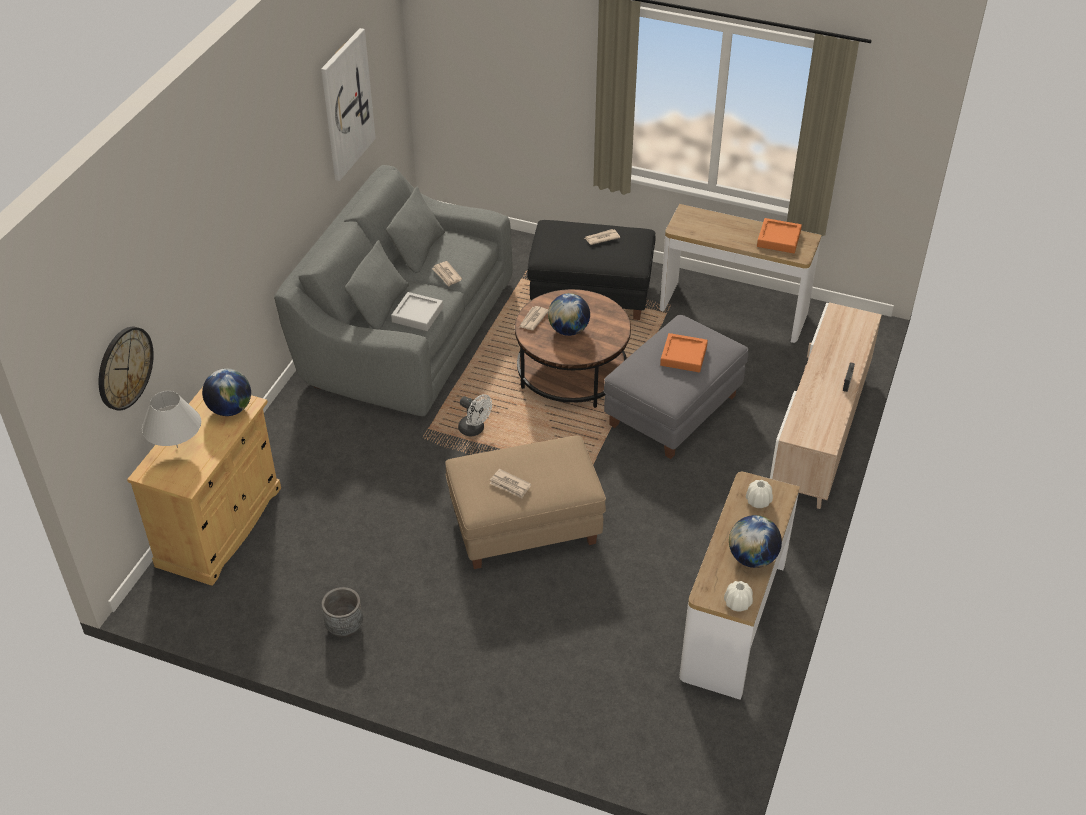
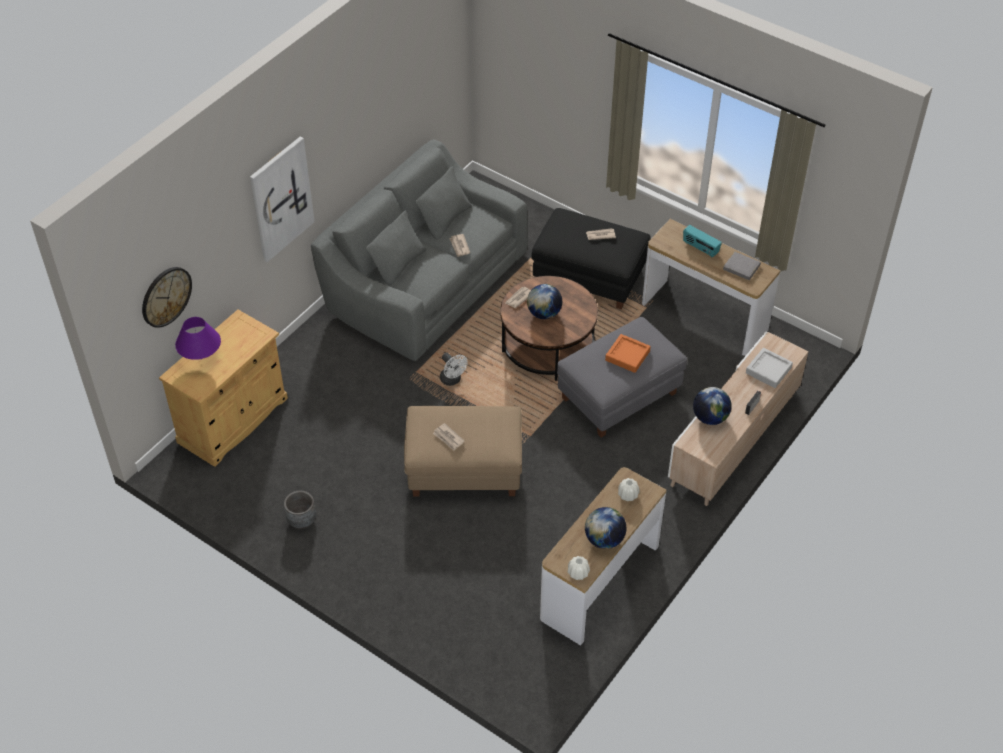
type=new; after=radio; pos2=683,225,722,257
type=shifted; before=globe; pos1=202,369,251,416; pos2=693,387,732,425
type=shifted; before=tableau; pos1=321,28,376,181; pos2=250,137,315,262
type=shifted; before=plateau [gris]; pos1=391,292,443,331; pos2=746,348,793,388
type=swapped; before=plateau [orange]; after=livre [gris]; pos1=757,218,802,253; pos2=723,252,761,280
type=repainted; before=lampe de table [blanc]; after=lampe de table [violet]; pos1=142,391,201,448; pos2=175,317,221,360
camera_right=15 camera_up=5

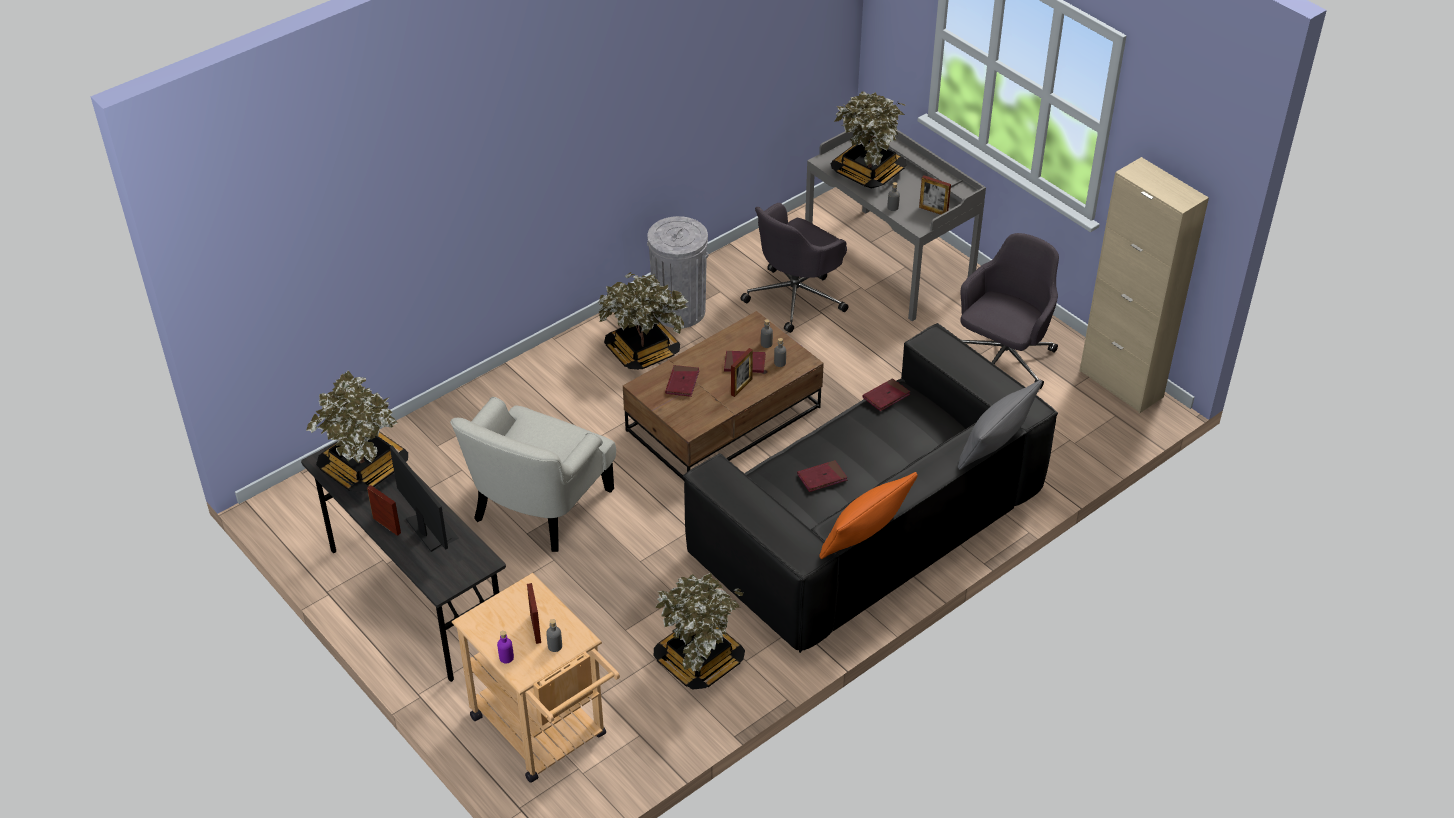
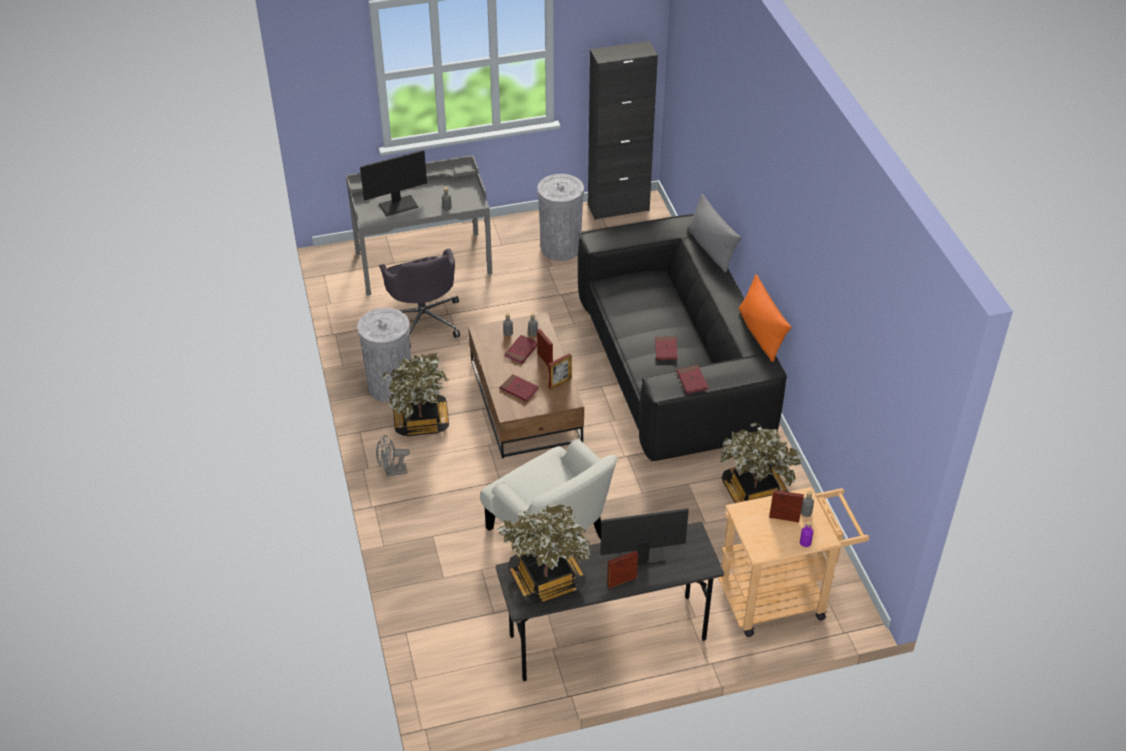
type=new; after=ventilateur [gris]; pos2=376,435,410,477
type=shifted; before=livre [rouge]; pos1=863,378,910,411; pos2=677,365,708,394
type=shifted; before=cadre photo; pos1=919,175,951,215; pos2=548,353,572,390
type=swapped; before=plante en pot; after=écran d'ordinateur; pos1=831,92,907,188; pos2=360,150,427,217
type=swapped; before=chaise de bureau [gris]; after=poubelle [gris]; pos1=961,233,1059,389; pos2=537,174,584,261
type=repainted; before=meuble de rangement [beige]; after=meuble de rangement [noir]; pos1=1080,157,1209,413; pos2=588,41,658,220
camera_right=-65 camera_up=0

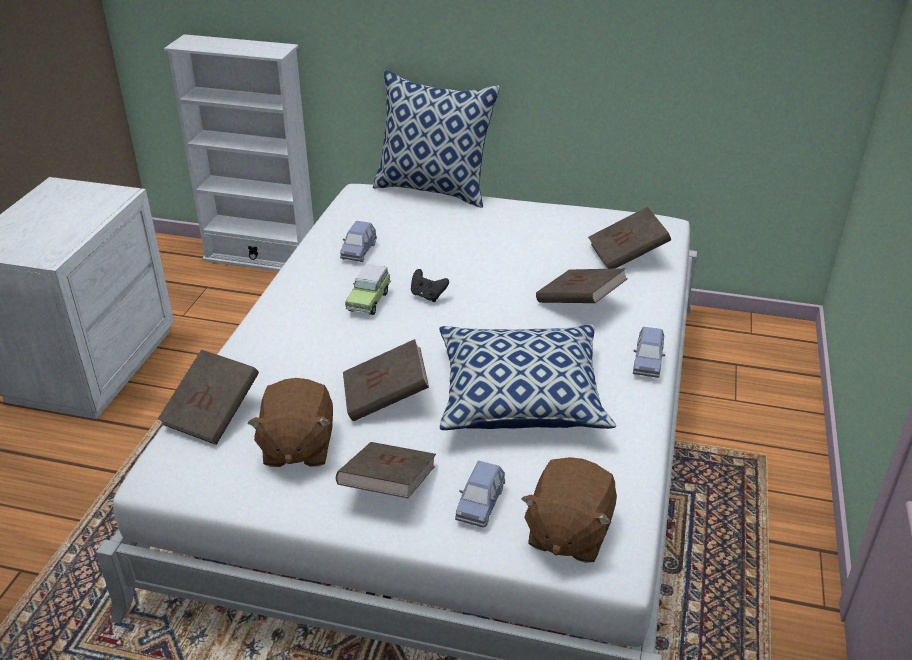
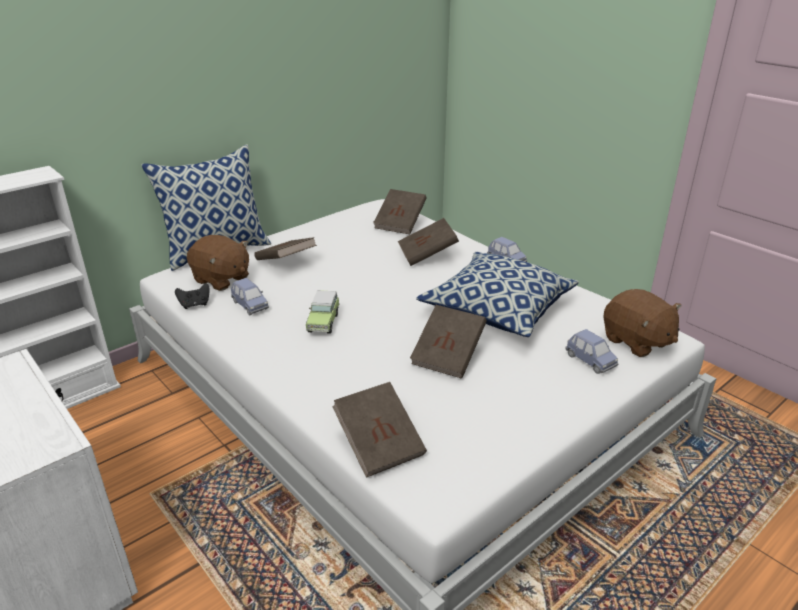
type=shifted; before=peluche [marron]; pos1=247,378,333,467; pos2=187,235,249,291
type=shifted; before=livre [marron]; pos1=336,442,436,498; pos2=255,237,317,260
type=shifted; before=manette [noir]; pos1=411,269,449,302; pos2=175,283,210,309
type=rotated; before=petite voiture; pos1=345,264,391,315; pos2=306,291,340,334; turn=45
camera_right=-55 camera_up=-5

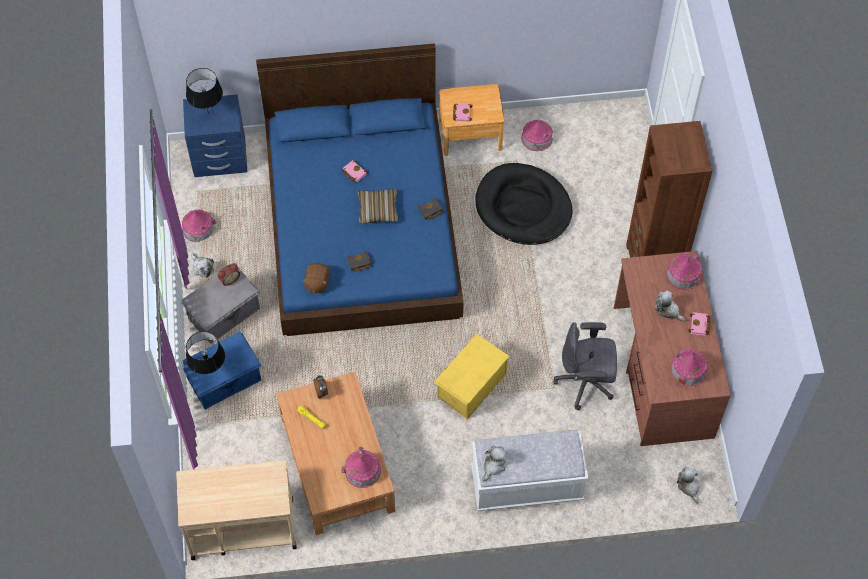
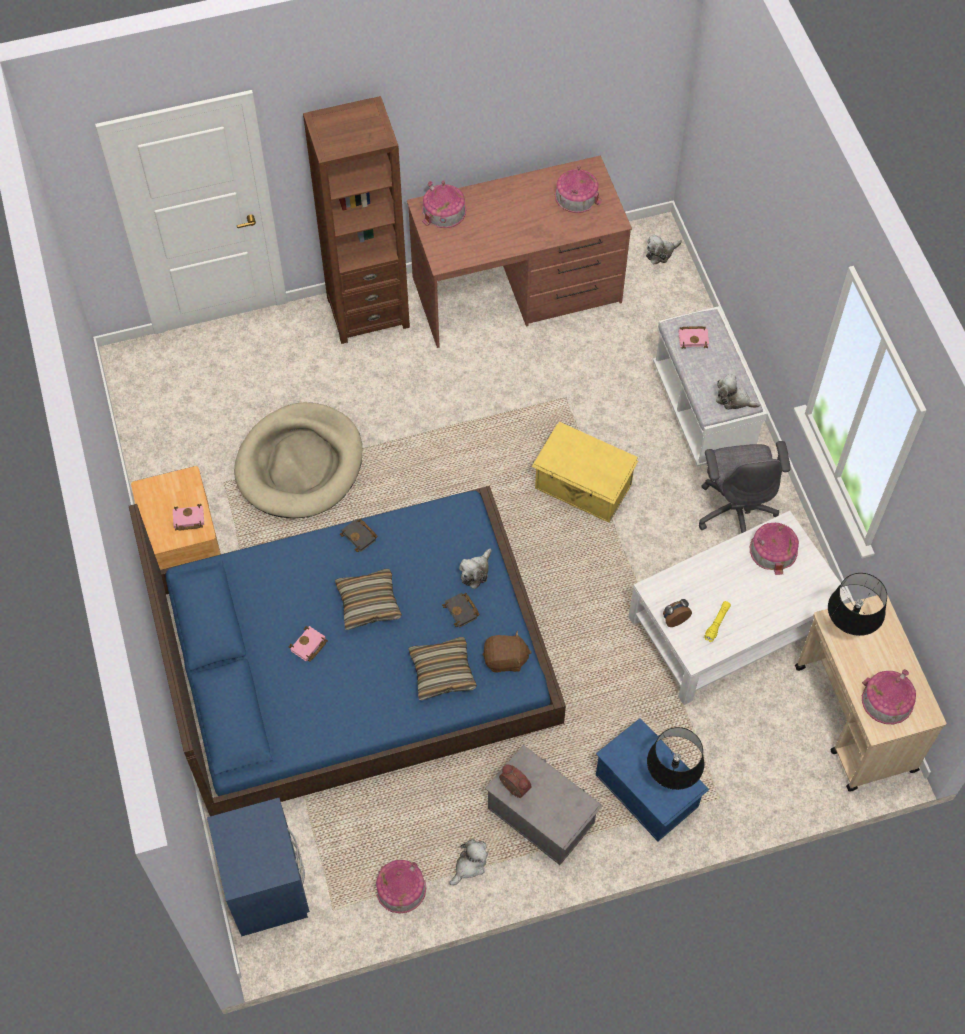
type=new; after=coussin; pos2=408,637,477,701
type=shifted; before=lampe de table [noir]; pos1=186,68,223,110; pos2=828,573,887,636
type=shifted; before=maison miniature; pos1=521,119,553,151; pos2=862,669,916,724
type=shifted; before=chaise de bureau [gris]; pos1=553,322,617,410; pos2=699,441,791,533
type=shifted; before=peluche; pos1=655,290,685,322; pos2=459,549,492,589
type=shifted; before=livre [rose]; pos1=688,312,710,335; pos2=679,326,709,349
type=repainted; before=table basse [marron]; after=table basse [blanc]; pos1=277,372,395,535; pos2=628,511,851,705
type=repainted; before=panier pour chien [noir]; after=panier pour chien [beige]; pos1=475,163,572,245; pos2=234,402,362,518
camera_right=-100 camera_up=0

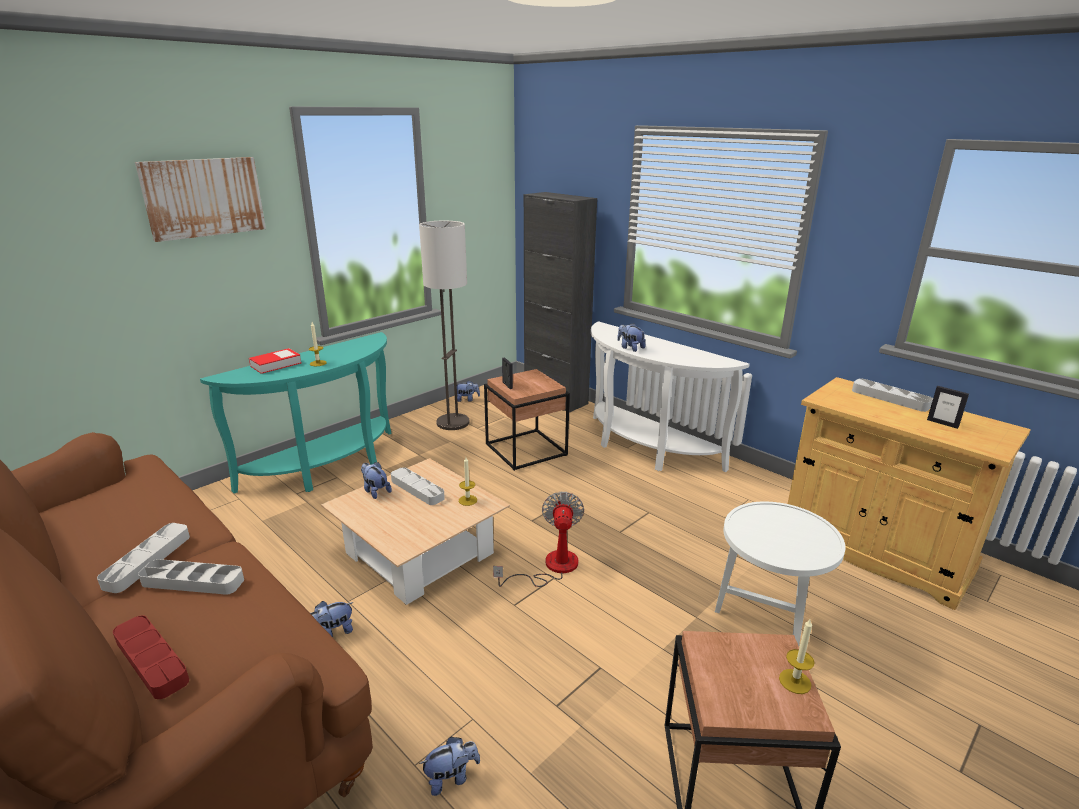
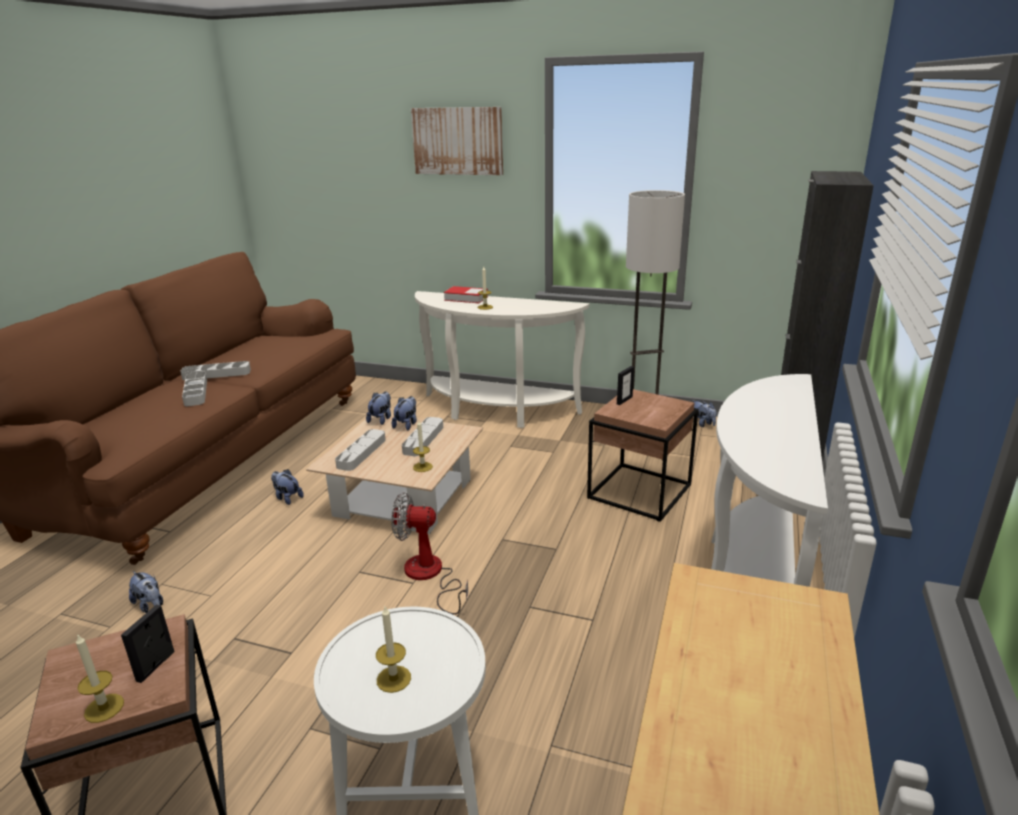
type=gone; before=plateau [rouge]; pos1=113,615,189,699
type=new; after=bougie; pos2=376,607,411,693
type=shifted; before=peluche; pos1=617,323,646,352; pos2=366,392,391,425
type=shifted; before=plateau [gris]; pos1=852,378,933,412; pos2=335,429,386,471
type=shifted; before=cadre photo; pos1=927,386,969,429; pos2=121,605,174,683
type=repainted; before=table console [turquoise]; after=table console [blanc]; pos1=200,332,392,494; pos2=415,291,589,428
type=rotated; before=ventilateur; pos1=493,492,584,587; pos2=391,492,468,615; turn=-150
camera_right=65 camera_up=0

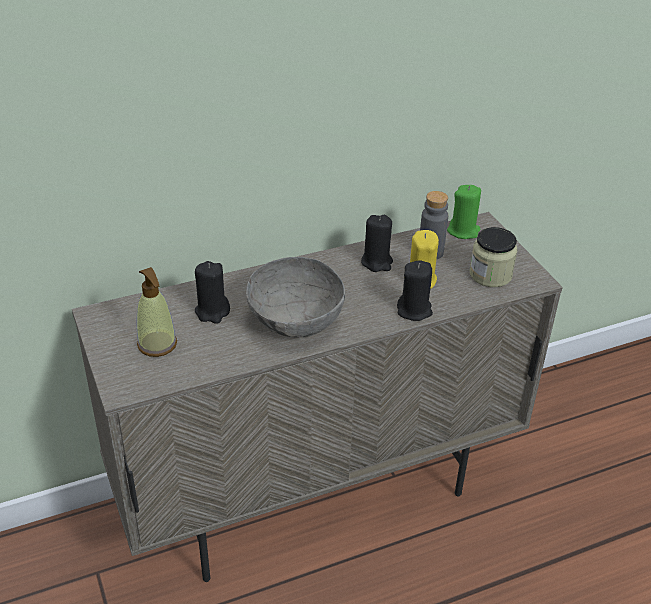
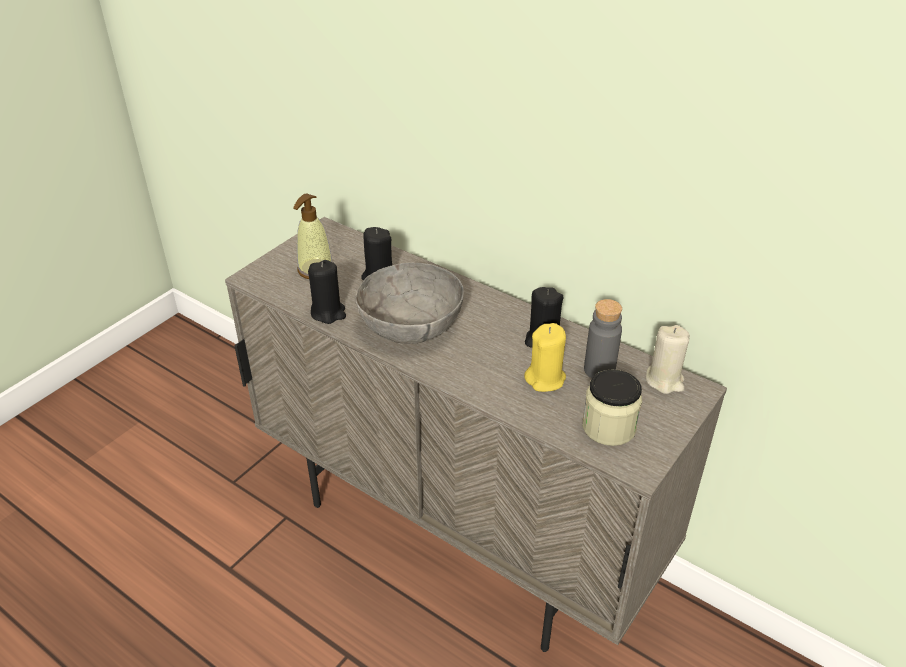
type=shifted; before=bougie [noir]; pos1=397,260,433,321; pos2=308,260,346,324
type=repainted; before=bougie [vert]; after=bougie [beige]; pos1=447,185,481,239; pos2=646,325,690,394
camera_right=60 camera_up=0

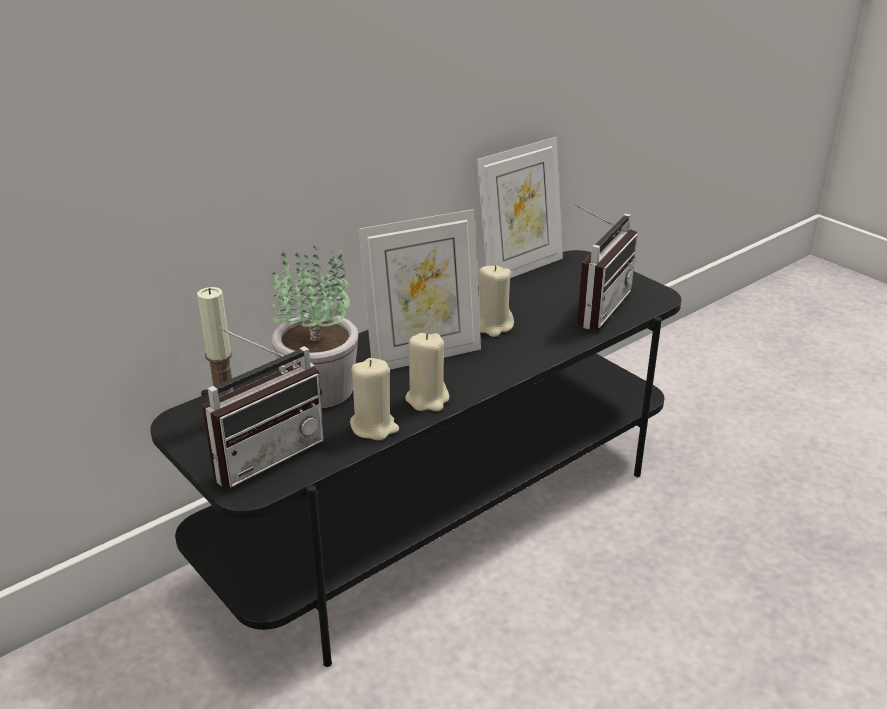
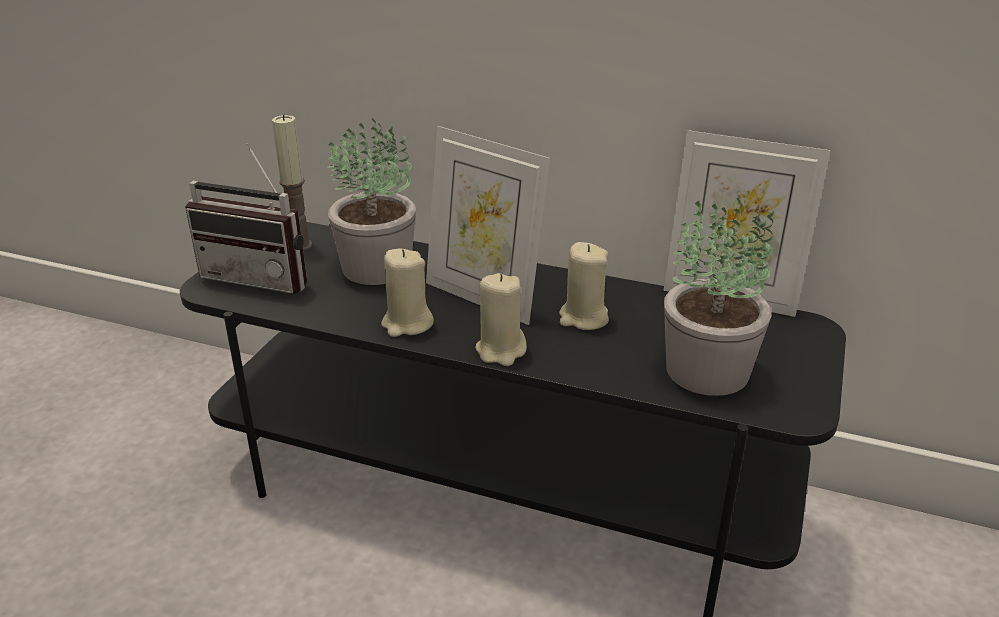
type=shifted; before=bougie [beige]; pos1=350,358,399,440; pos2=475,273,527,366
type=swapped; before=radio; after=plante en pot; pos1=574,203,638,330; pos2=664,197,775,396
camera_right=60 camera_up=0

